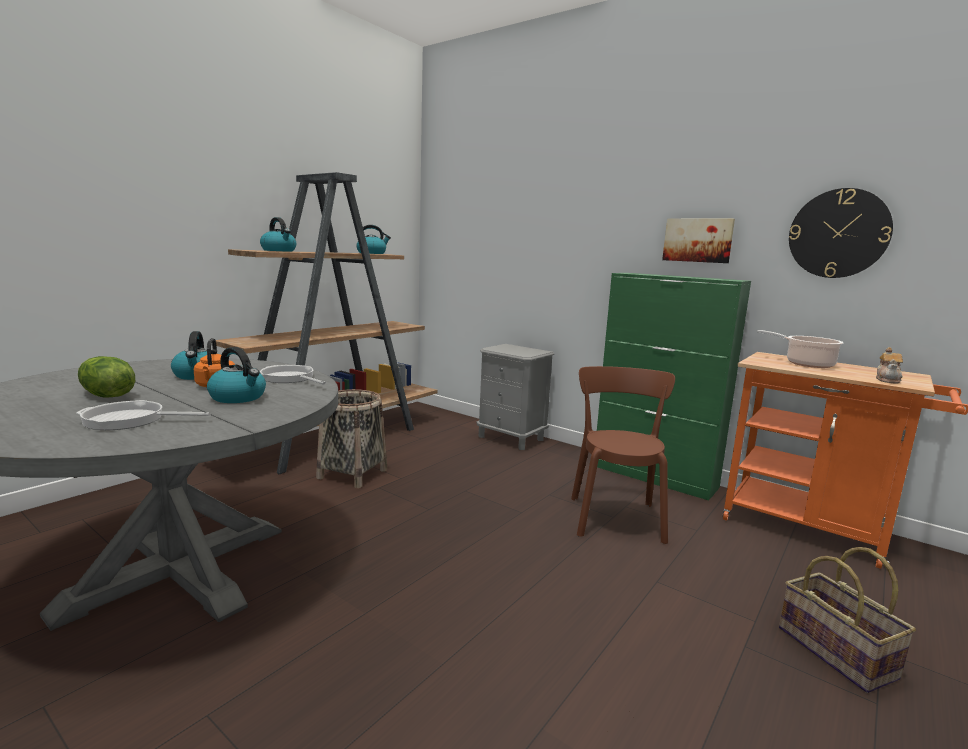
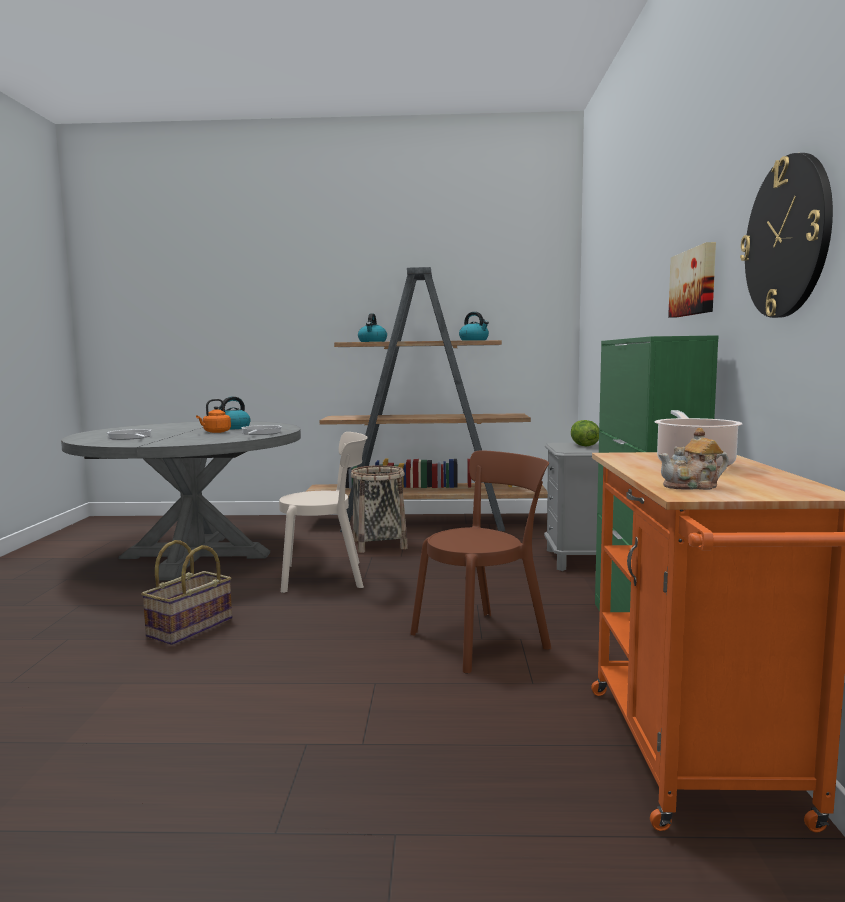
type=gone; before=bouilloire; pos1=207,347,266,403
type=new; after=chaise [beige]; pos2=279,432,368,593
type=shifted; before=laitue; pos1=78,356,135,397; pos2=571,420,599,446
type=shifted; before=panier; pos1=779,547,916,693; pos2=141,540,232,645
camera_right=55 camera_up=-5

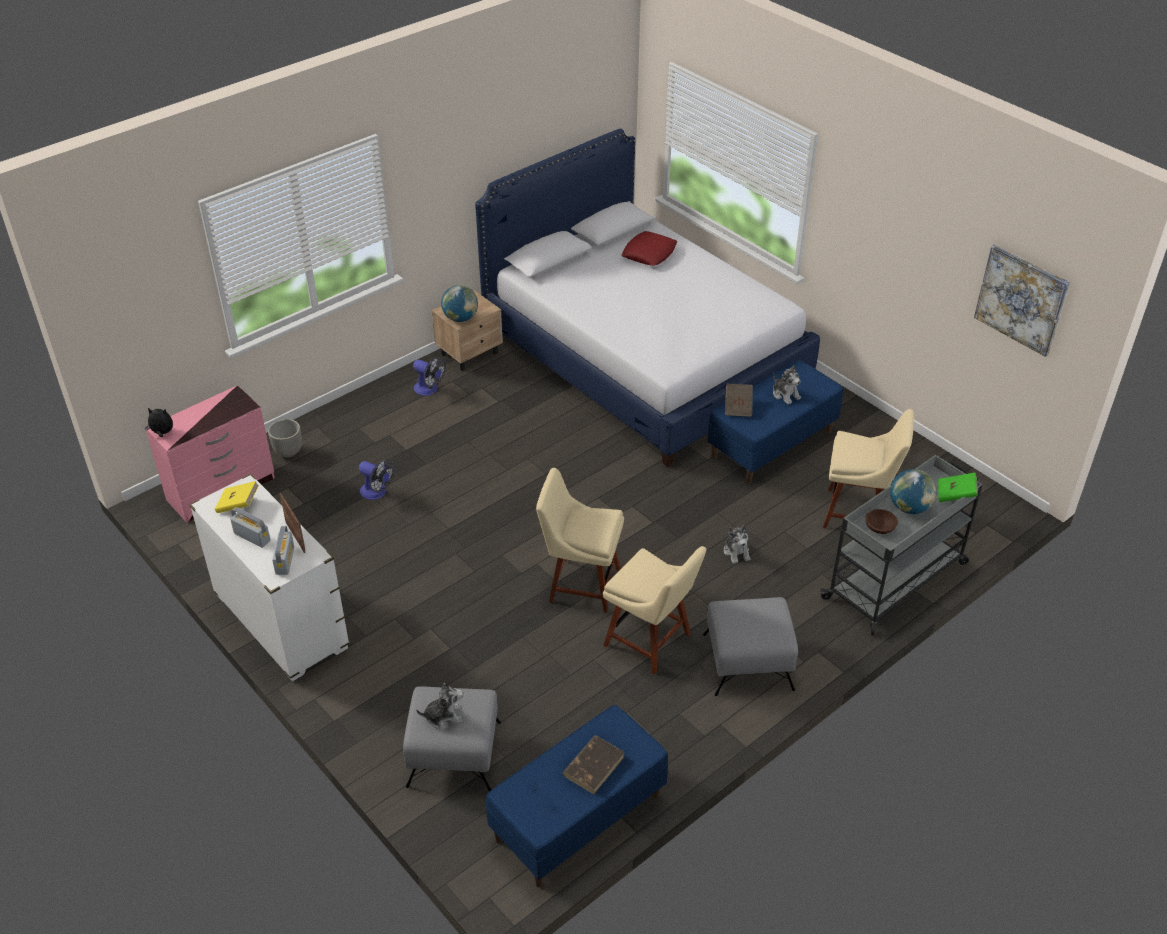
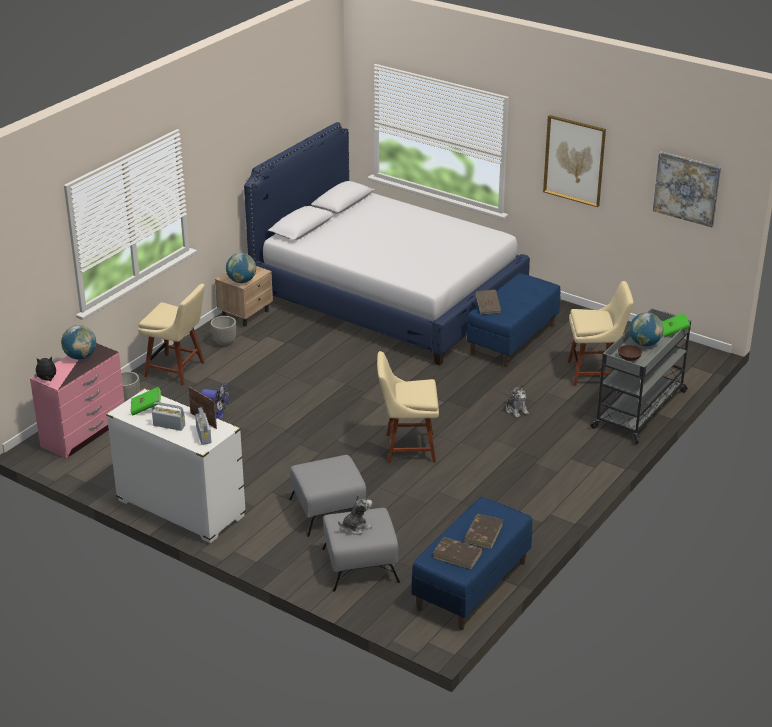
type=gone; before=coussin [rouge]; pos1=621,231,677,266
type=gone; before=peluche; pos1=773,365,801,405
type=new; after=globe; pos2=61,325,96,359
type=new; after=livre [marron]; pos2=433,537,483,569
type=new; after=tableau; pos2=543,115,606,207
type=shifted; before=chaise [beige]; pos1=603,546,707,675; pos2=138,284,205,385
type=shifted; before=pouf [gris]; pos1=703,597,798,696; pos2=289,455,366,537
type=swapped; before=ventilateur; after=cache-pot; pos1=413,357,446,396; pos2=211,316,236,346
type=repainted; before=livre [jaune]; after=livre [vert]; pos1=215,481,259,513; pos2=130,387,161,415
camera_right=-15 camera_up=-10

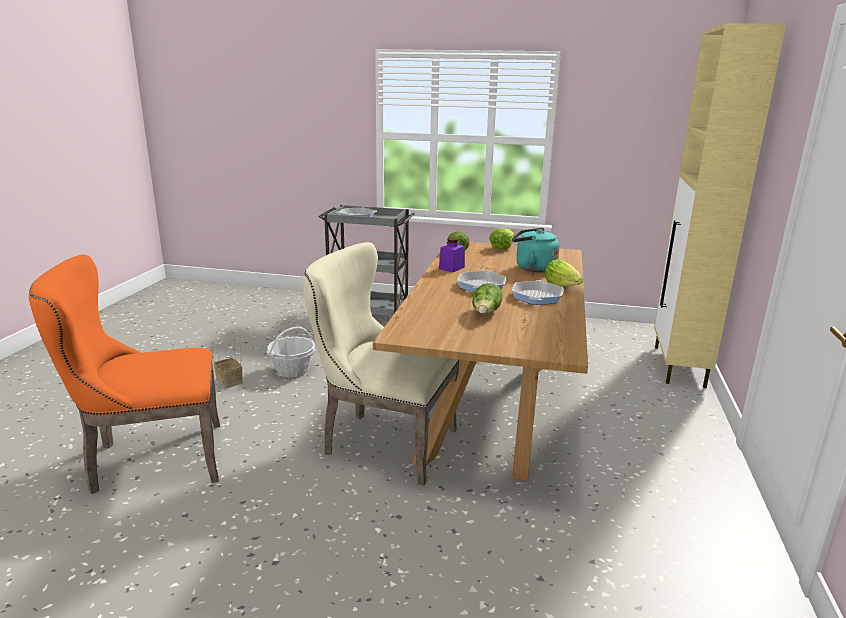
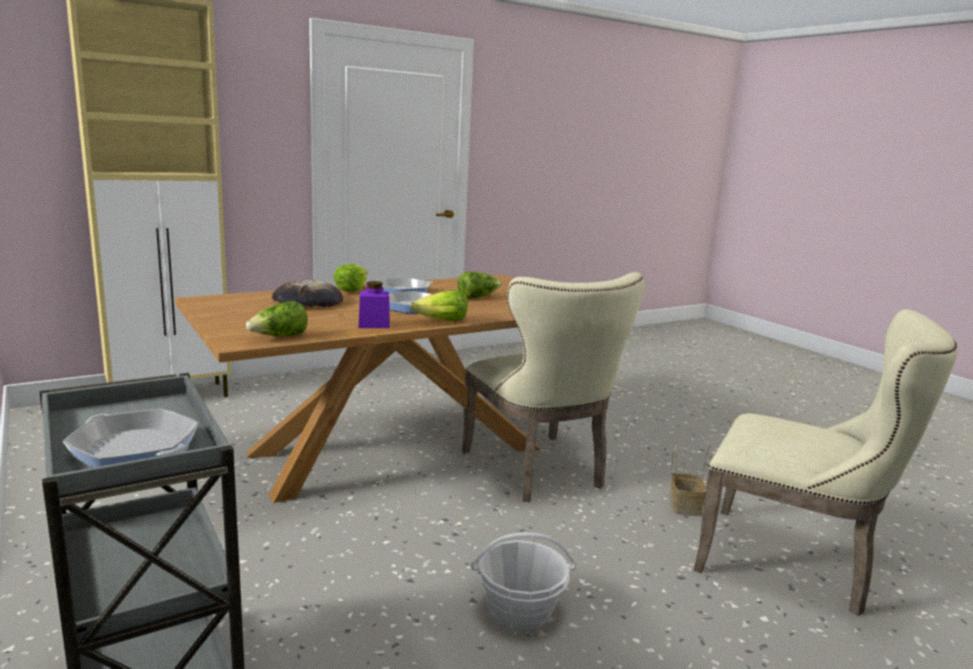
type=shifted; before=panier; pos1=212,335,243,388; pos2=670,443,712,516
type=shifted; before=laitue; pos1=489,228,514,250; pos2=411,290,468,322
type=swapped; before=bouilloire [turquoise]; after=pain; pos1=512,228,559,272; pos2=272,279,343,307
type=repainted; before=chaise [orange]; after=chaise [beige]; pos1=29,254,220,494; pos2=694,309,958,616
camera_right=-135 camera_up=-5

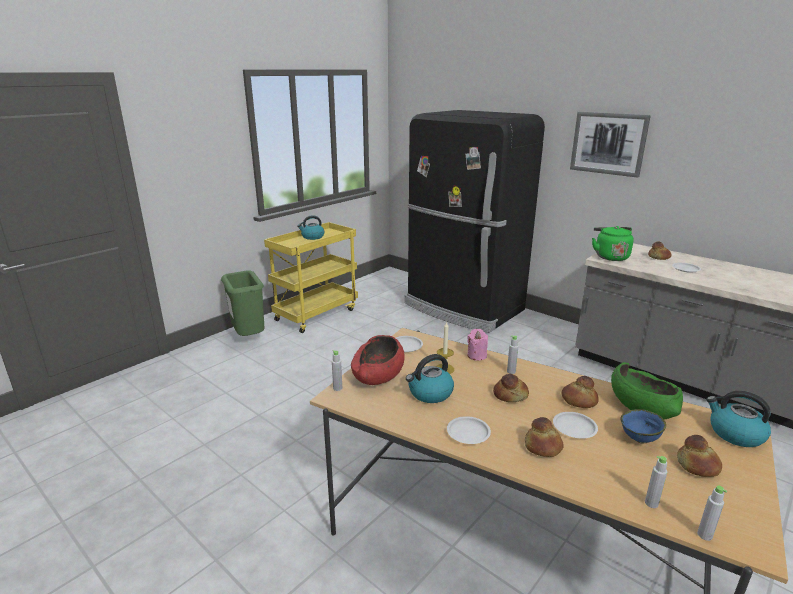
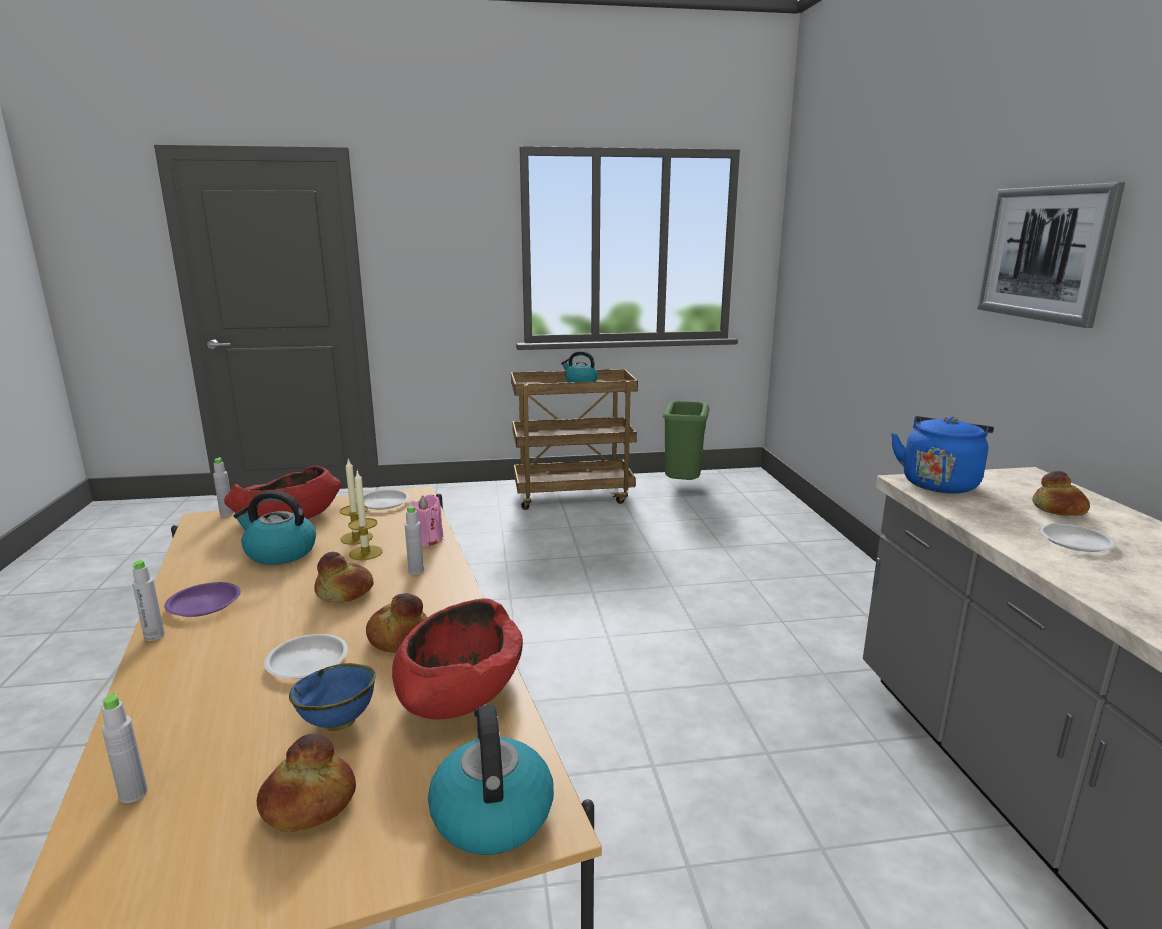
type=gone; before=réfrigérateur [noir]; pos1=404,110,545,333
type=gone; before=pain; pos1=525,417,564,457
type=new; after=bougie; pos2=348,471,383,560
type=shifted; before=poubelle [vert]; pos1=221,270,265,336; pos2=662,401,710,480
type=shifted; before=bouteille [gris]; pos1=697,485,727,541; pos2=132,560,165,641
type=repainted; before=chariot [jaune]; after=chariot [marron]; pos1=264,222,358,333; pos2=511,369,638,510
type=repainted; before=assiette [blanc]; after=assiette [violet]; pos1=447,416,491,444; pos2=164,582,241,617
type=repainted; before=bouilloire [vert]; after=bouilloire [bleu]; pos1=592,226,634,261; pos2=891,416,994,493
type=repainted; before=bol [vert]; after=bol [rouge]; pos1=611,362,683,420; pos2=392,598,523,720
camera_right=40 camera_up=-5

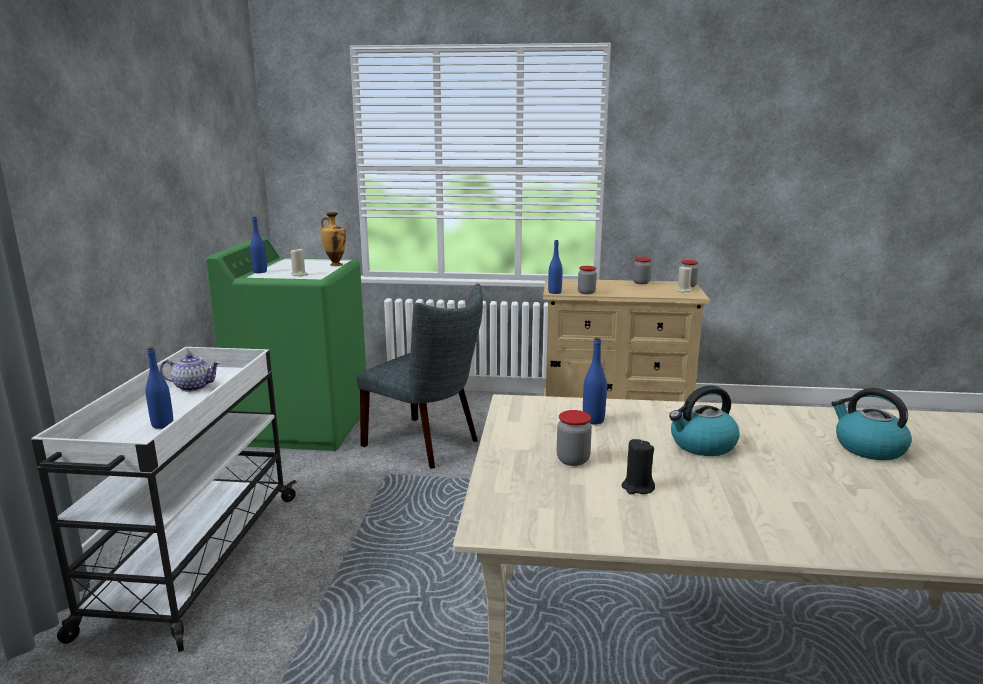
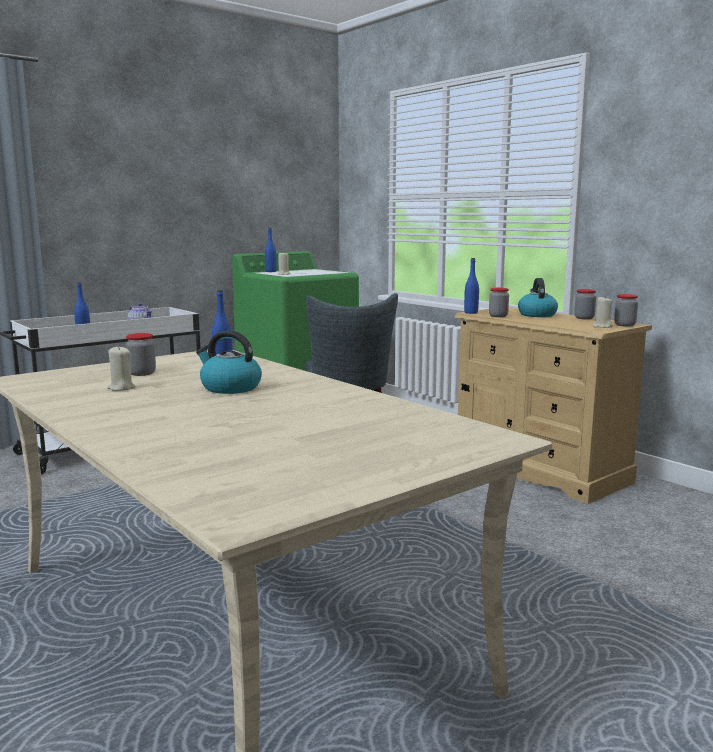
type=gone; before=vase; pos1=320,212,346,266
type=shifted; before=bouilloire; pos1=831,388,912,460; pos2=518,278,558,317
type=repainted; before=bougie [noir]; after=bougie [beige]; pos1=621,439,655,494; pos2=107,346,136,391
camera_right=45 camera_up=-5

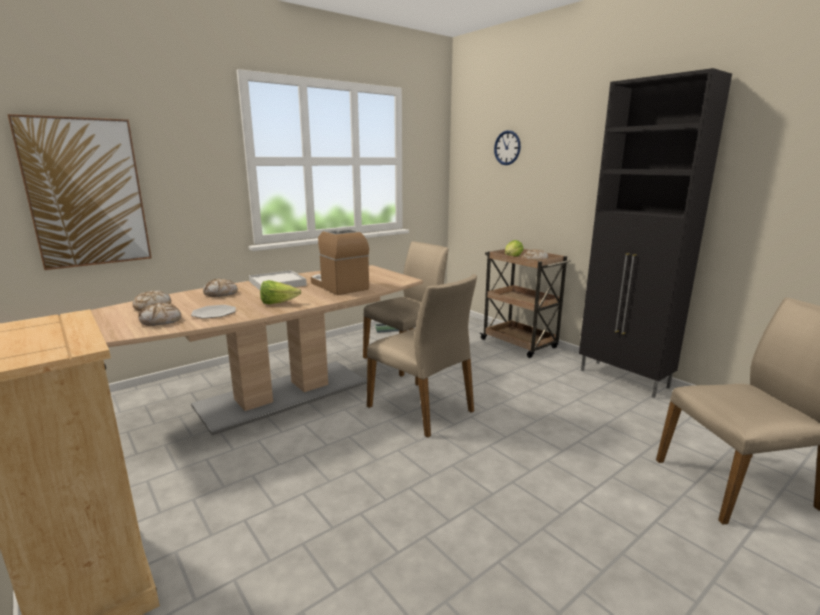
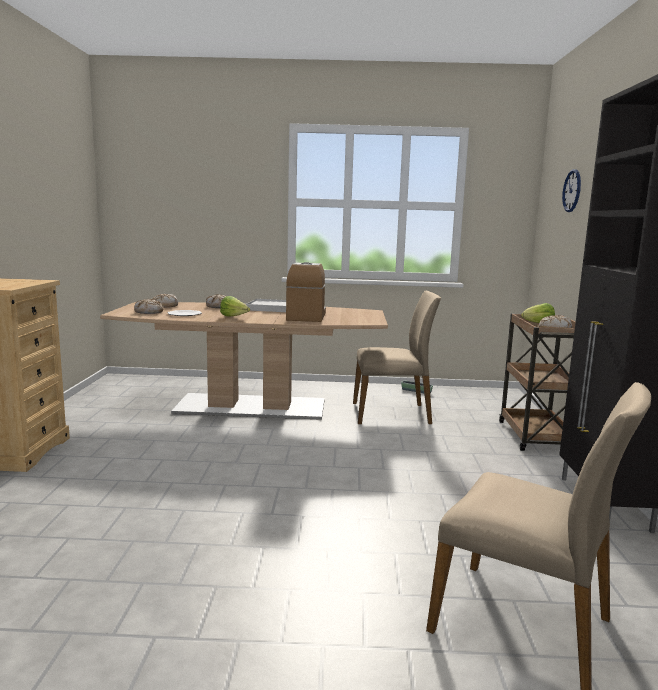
type=gone; before=tableau; pos1=7,114,152,270
type=gone; before=chaise [beige]; pos1=367,274,477,438
camera_right=40 camera_up=-5

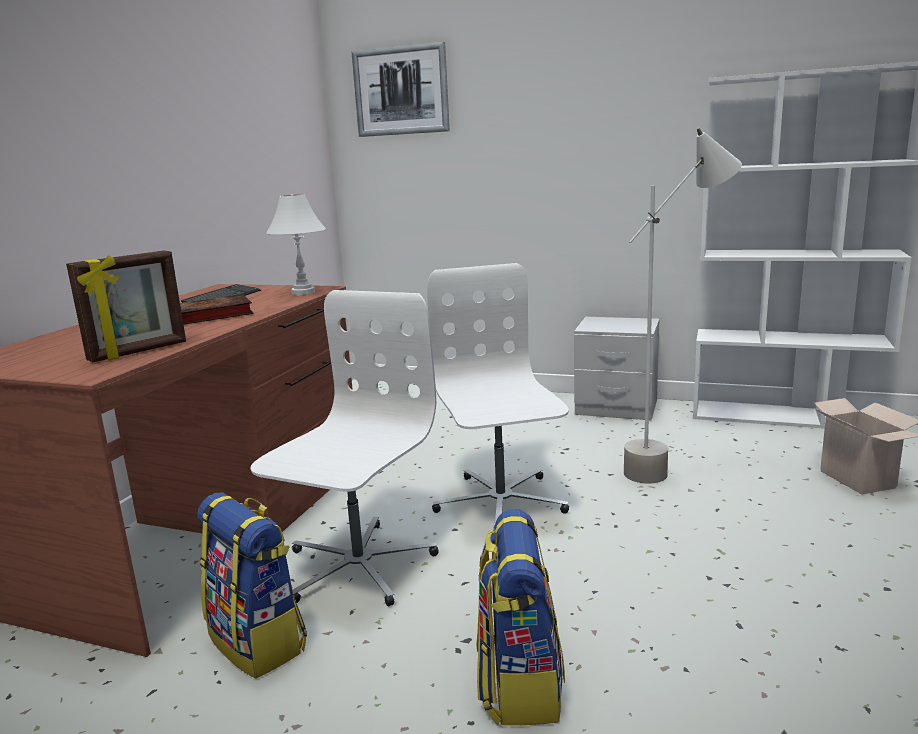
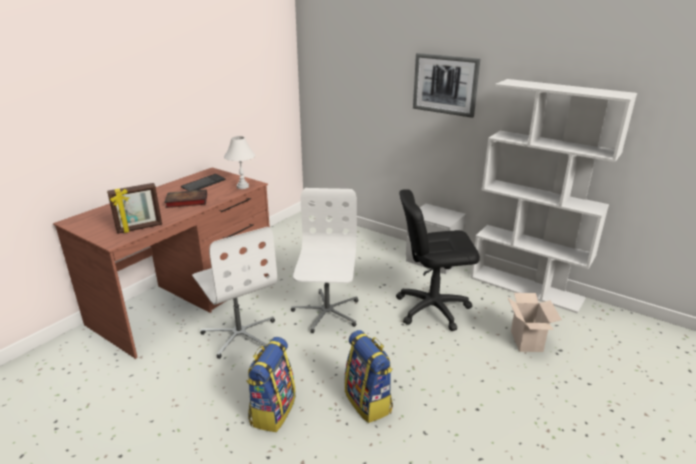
type=shifted; before=sac à dos; pos1=197,492,307,678; pos2=344,330,393,423
type=shifted; before=tableau; pos1=352,42,450,137; pos2=413,53,480,118
type=swapped; before=lampadaire [gris]; after=chaise de bureau [noir]; pos1=624,128,742,484; pos2=396,189,480,331
type=rotated; before=chaise de bureau [blanc]; pos1=250,290,439,607; pos2=192,227,277,359; turn=105
camera_right=15 camera_up=10

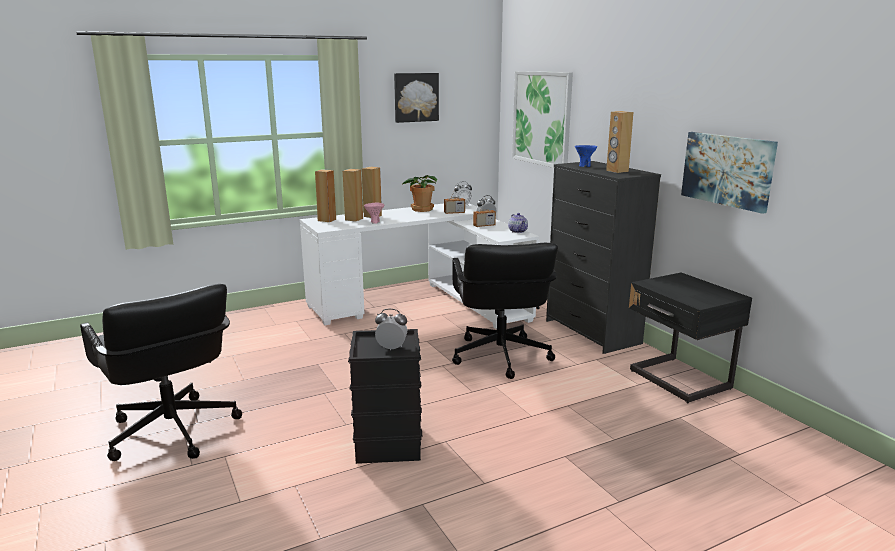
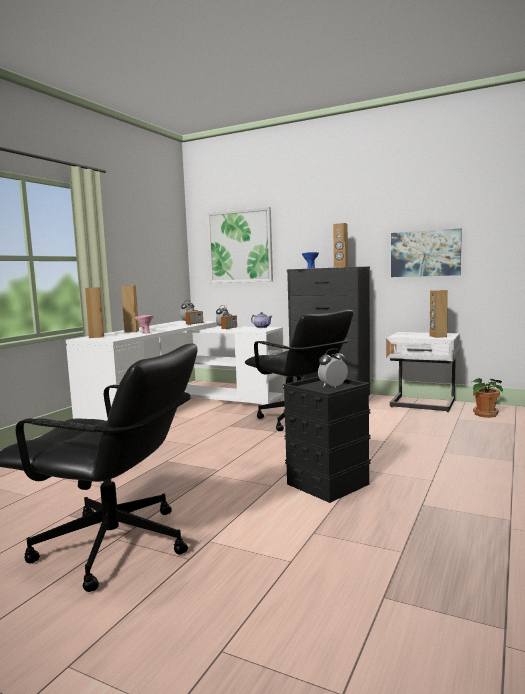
type=gone; before=tableau; pos1=394,73,439,123
type=shifted; before=enceinte [marron]; pos1=343,169,363,222; pos2=430,290,448,338
type=shifted; before=plante en pot; pos1=401,175,437,212; pos2=473,378,503,418
type=repainted; before=table de chevet [noir]; after=table de chevet [blanc]; pos1=629,272,752,403; pos2=386,332,460,412
camera_right=-35 camera_up=-10

